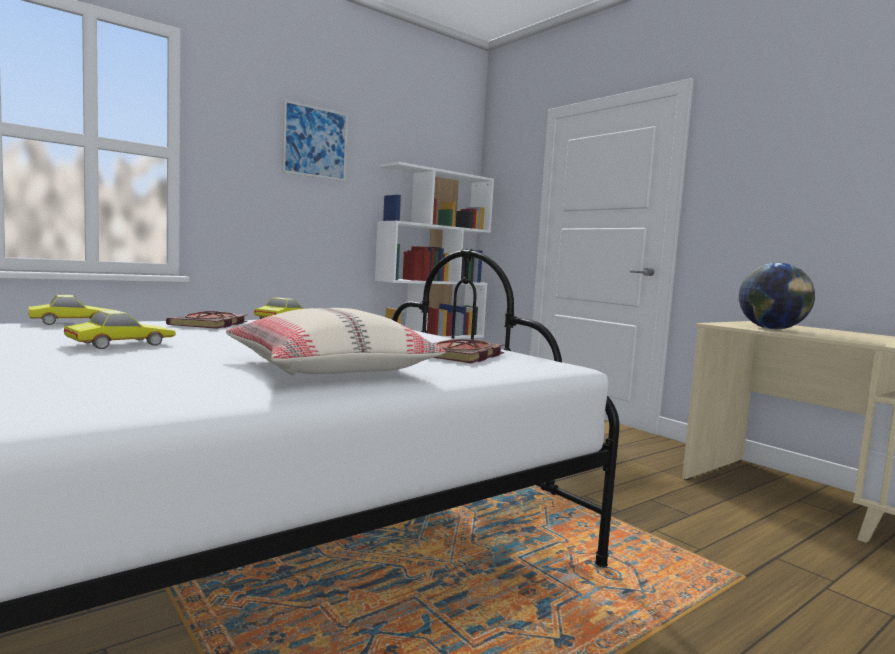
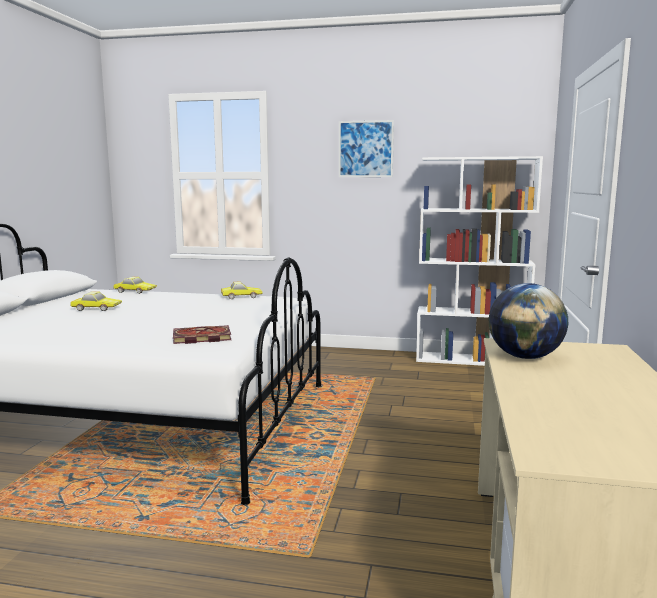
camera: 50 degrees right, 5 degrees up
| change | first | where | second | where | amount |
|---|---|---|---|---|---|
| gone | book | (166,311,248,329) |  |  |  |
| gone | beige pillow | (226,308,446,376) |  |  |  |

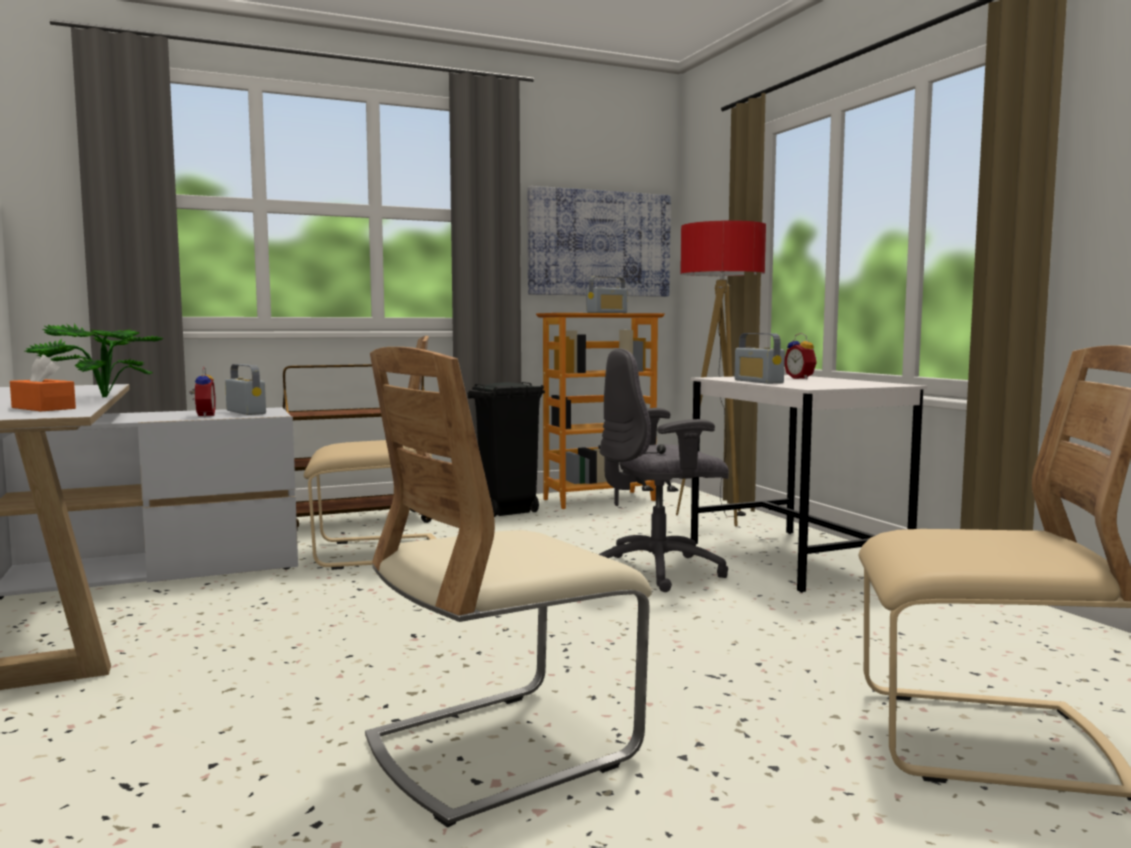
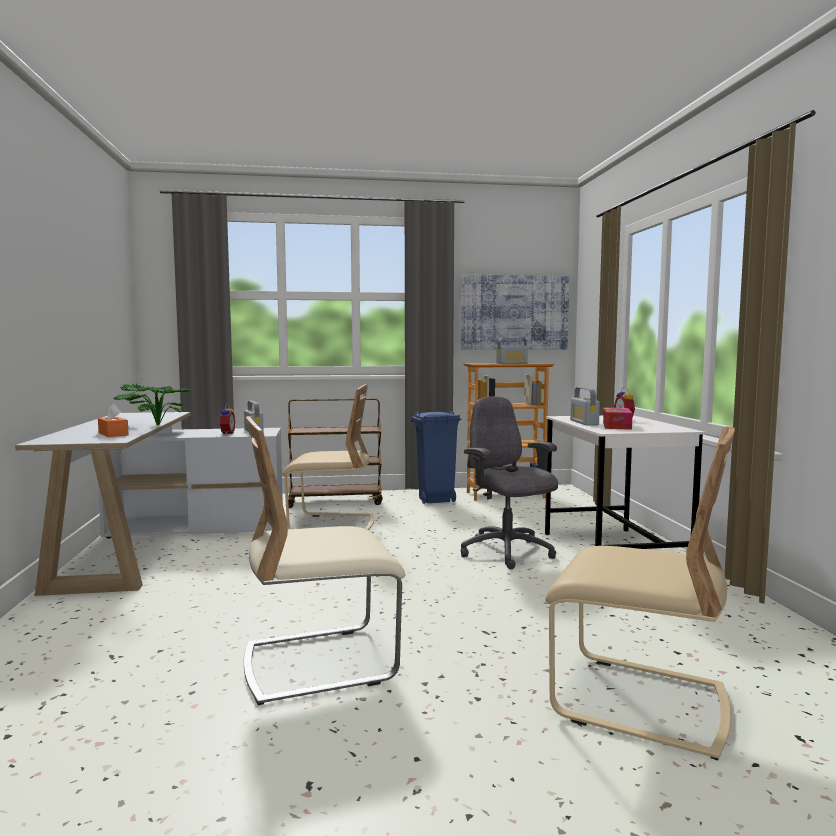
camera: 15 degrees right, 0 degrees up
| change | first | where | second | where | amount |
|---|---|---|---|---|---|
| repainted | black trash can | (468,382,545,517) | blue trash can | (411,411,461,504) |  |
| rotated | grey office chair | (598,348,729,592) |  | (461,396,558,569) | 60 degrees clockwise |
| new |  |  | tissue box | (603,408,633,430) |  |
| gone | floor lamp | (676,220,766,526) |  |  |  |

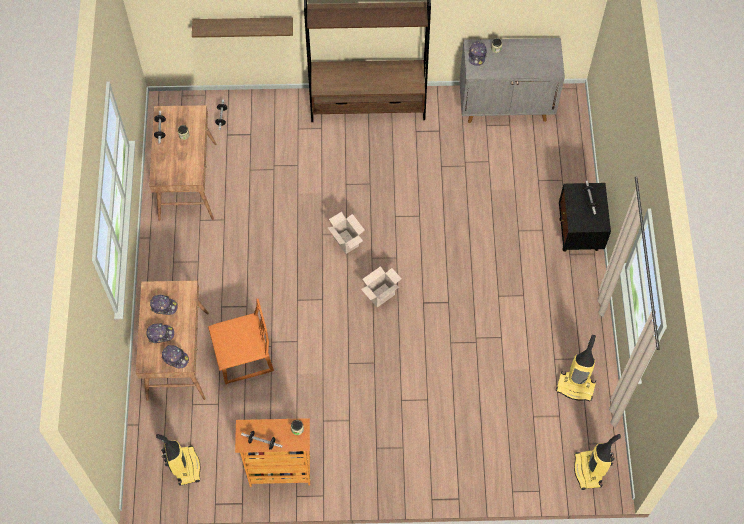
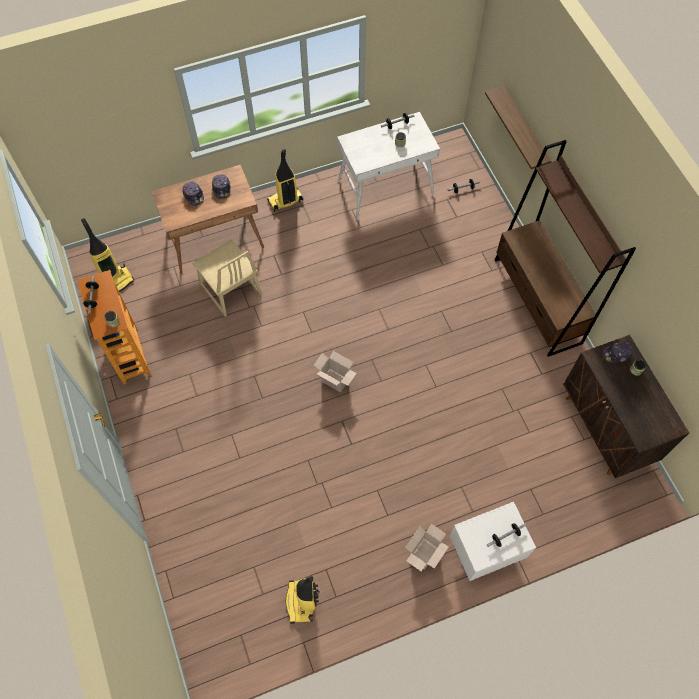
camera: 70 degrees right, 0 degrees up
| change | first | where | second | where | amount |
|---|---|---|---|---|---|
| repainted | orange chair | (208,299,274,384) | beige chair | (192,239,262,317) |  |
| shifted | vacuum cleaner | (574,434,621,490) |  | (267,149,303,212) |  |
| repainted | brown desk | (149,105,217,221) | white desk | (337,112,440,219) |  |
| shifted | cardboard box | (328,212,365,254) |  | (405,524,449,571) |  |
| repainted | black nightstand | (559,183,611,252) | white nightstand | (450,502,536,581) |  |
| repainted | grey cabinet | (460,38,565,123) | brown cabinet | (563,335,689,478) |  |
| gone | cap | (161,345,189,369) |  |  |  |

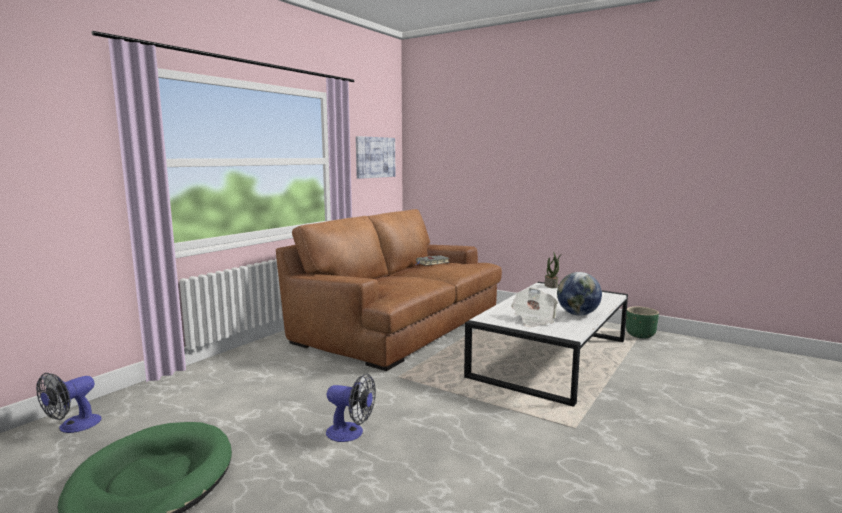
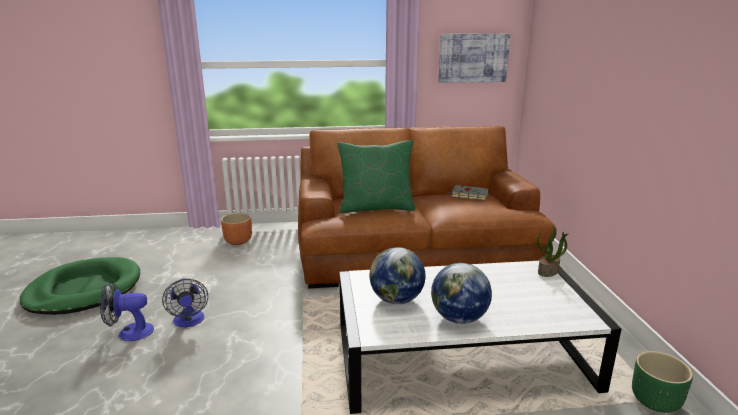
camera: 50 degrees right, 10 degrees up
| change | first | where | second | where | amount |
|---|---|---|---|---|---|
| shifted | fan | (36,373,101,433) |  | (100,282,154,341) |  |
| new |  |  | brown planter | (221,213,252,245) |  |
| new |  |  | green pillow | (337,140,415,213) |  |
| swapped | newspaper | (511,288,557,327) | globe | (369,247,426,304) |  |

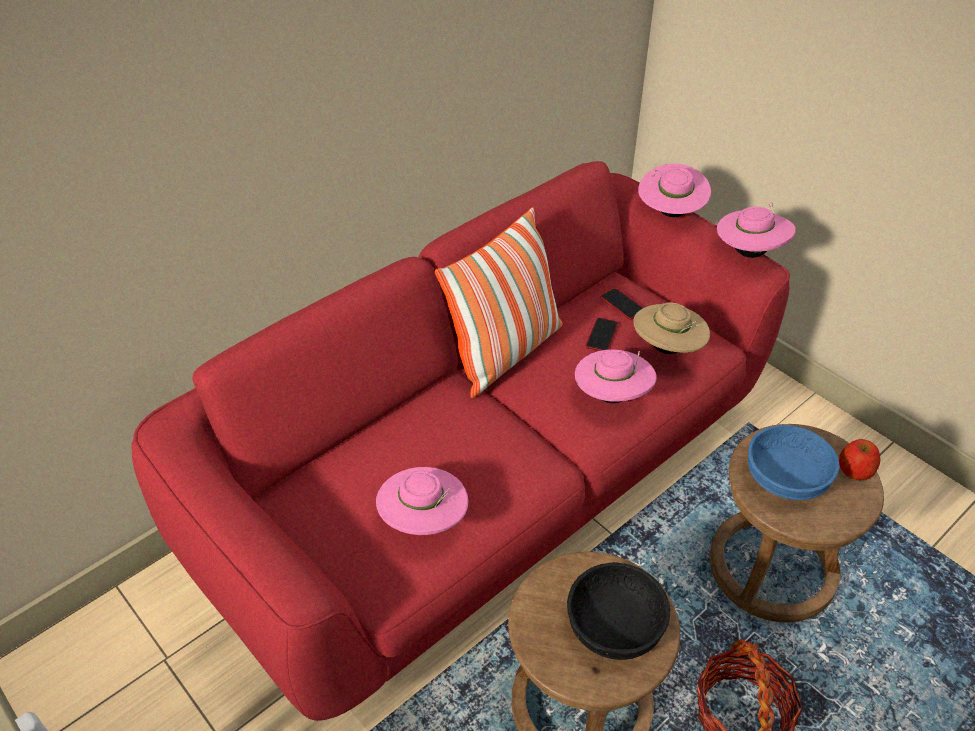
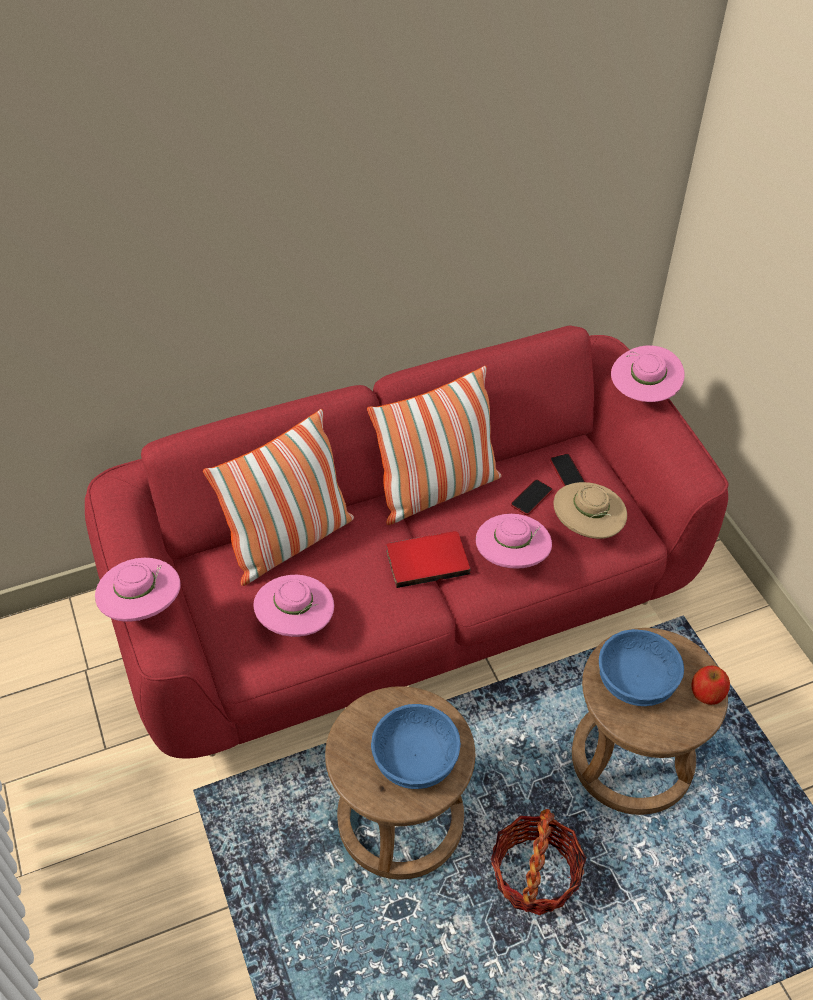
camera: 20 degrees right, 5 degrees up
| change | first | where | second | where | amount |
|---|---|---|---|---|---|
| shifted | pink hat | (717,202,796,258) |  | (95,558,181,622) |  |
| new |  |  | pillow | (203,409,354,586) |  |
| repainted | black bowl | (567,562,670,660) | blue bowl | (371,704,461,789) |  |
| new |  |  | red book | (386,531,471,588) |  |

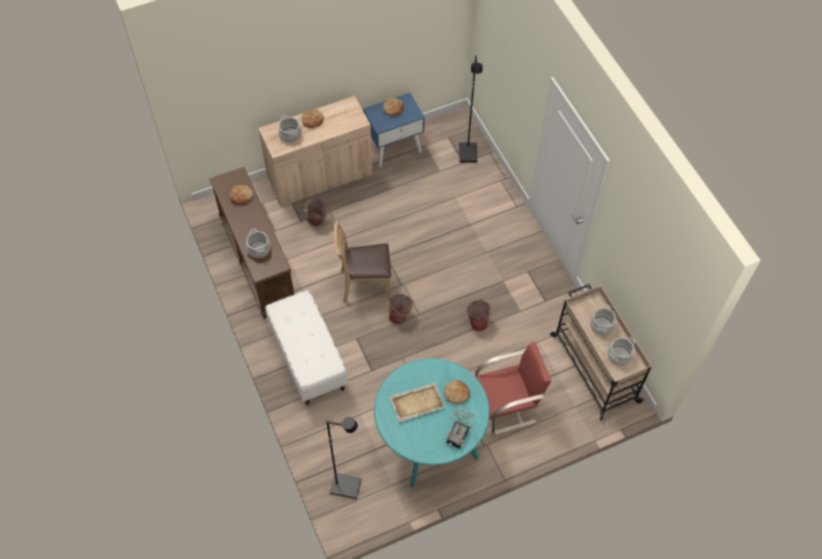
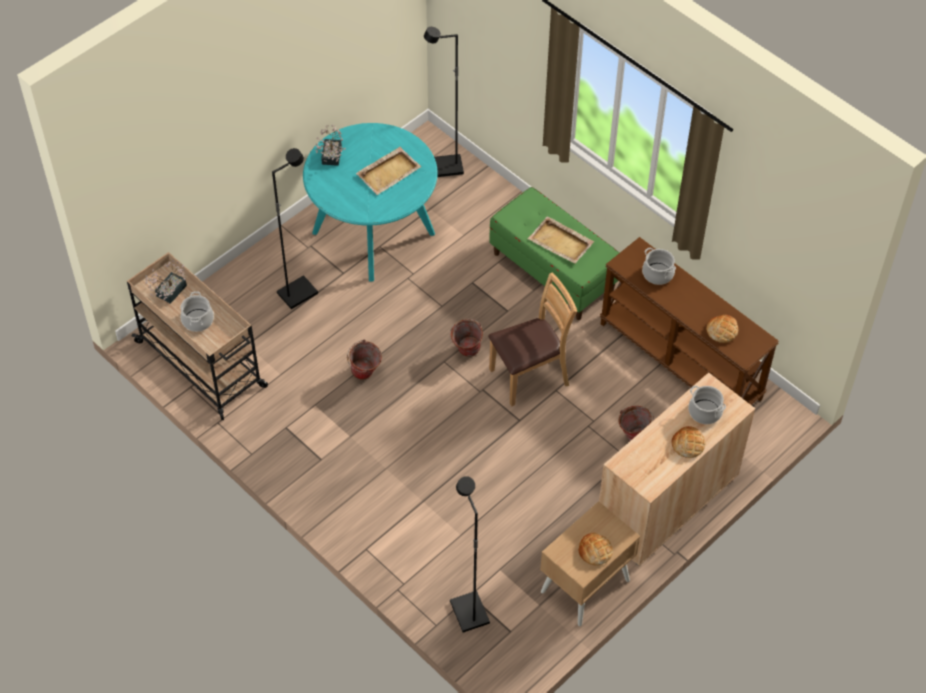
camera: 160 degrees right, 5 degrees down
| change | first | where | second | where | amount |
|---|---|---|---|---|---|
| swapped | cooking pot | (607,337,635,366) | potted plant | (145,260,187,304) |  |
| swapped | red chair | (475,342,551,435) | black floor lamp | (272,148,318,309) |  |
| repainted | white bench | (265,290,348,405) | green bench | (489,187,619,320) |  |
| new |  |  | beige tray | (528,216,594,264) |  |
| repainted | blue nightstand | (363,93,425,167) | beige nightstand | (540,501,640,626) |  |
| gone | bread | (444,380,470,404) |  |  |  |

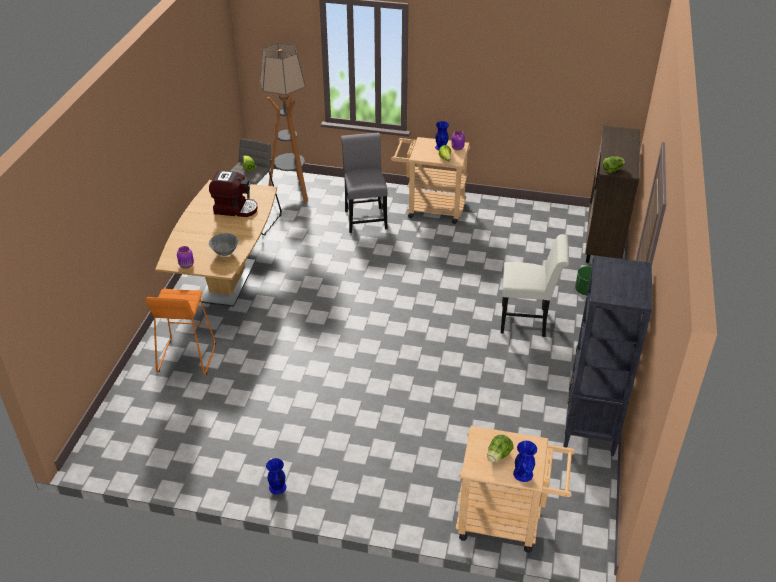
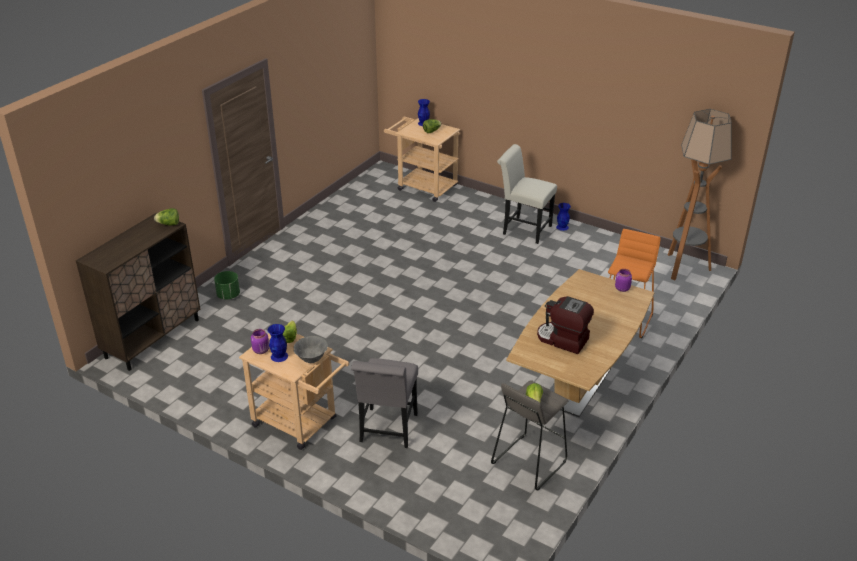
camera: 160 degrees left, 5 degrees down
| change | first | where | second | where | amount |
|---|---|---|---|---|---|
| shifted | grey bowl | (209,233,239,256) |  | (293,336,328,363) |  |
| shifted | white chair | (501,234,569,337) |  | (497,144,557,244) |  |
| shifted | floor lamp | (260,43,308,202) |  | (668,109,732,280) |  |
| gone | black bookcase | (564,255,652,456) |  |  |  |

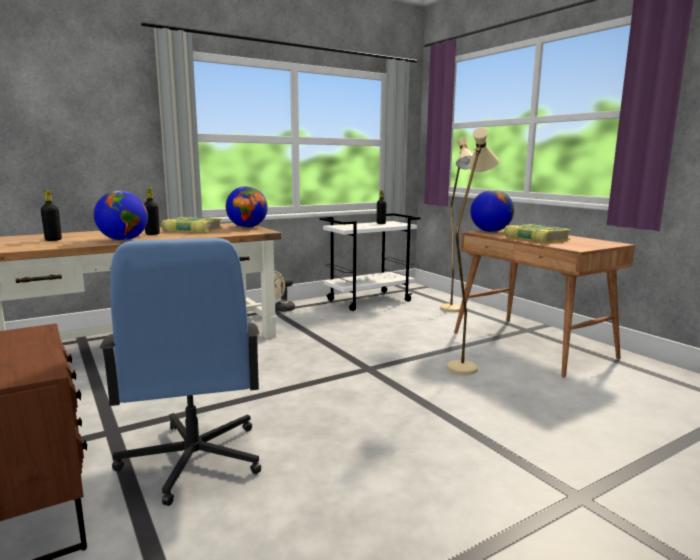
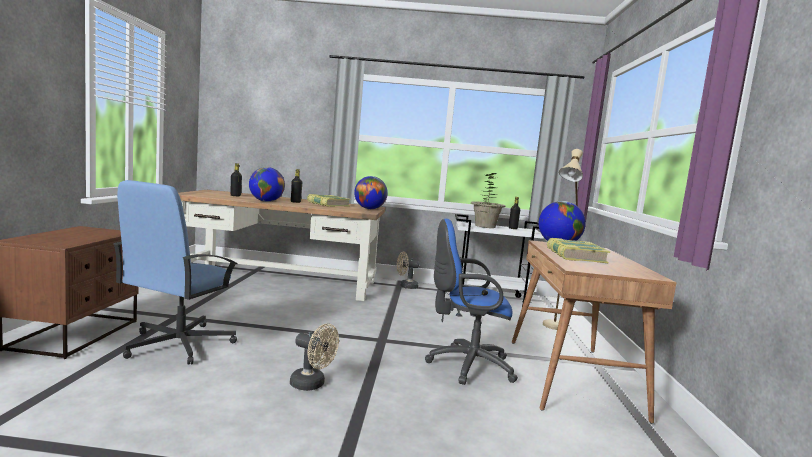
camera: 35 degrees right, 5 degrees down
| change | first | where | second | where | amount |
|---|---|---|---|---|---|
| new |  |  | beige fan | (290,324,339,391) |  |
| swapped | beige floor lamp | (447,128,499,375) | blue office chair | (425,219,518,385) |  |
| new |  |  | potted plant | (471,173,506,228) |  |

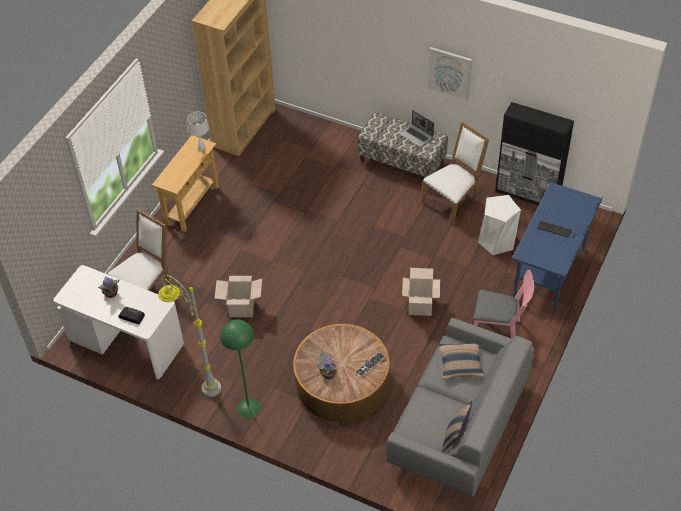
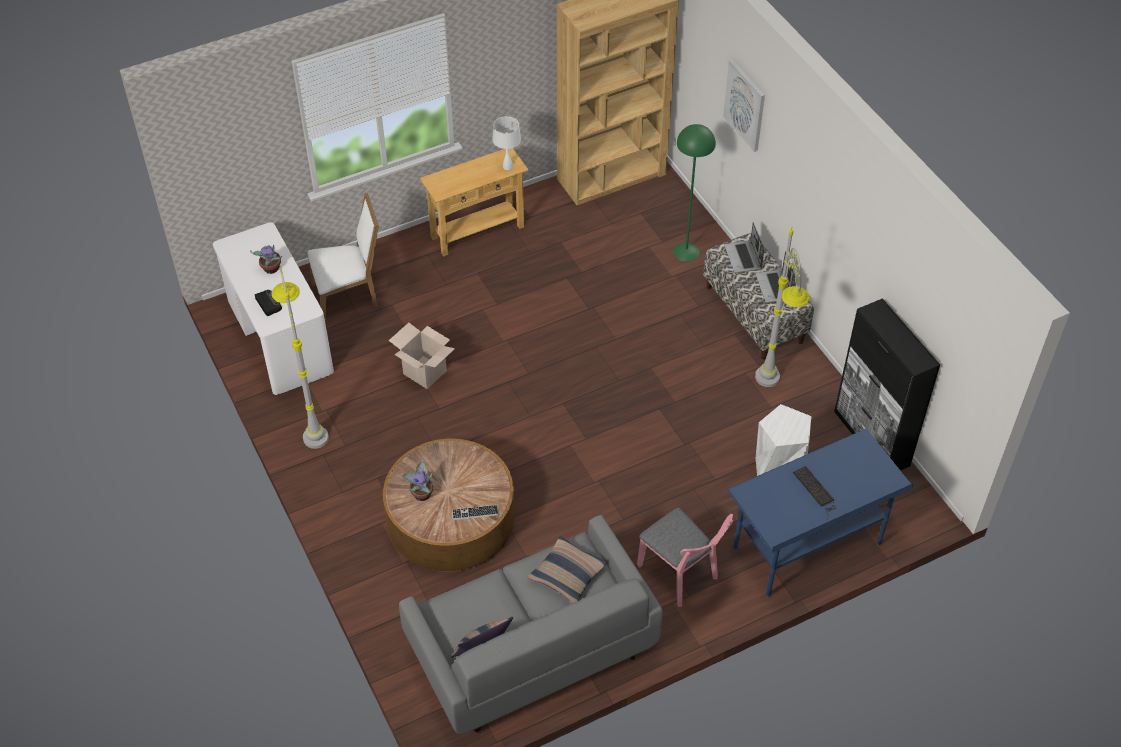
camera: 35 degrees right, 0 degrees up
| change | first | where | second | where | amount |
|---|---|---|---|---|---|
| shifted | green floor lamp | (220,319,260,418) |  | (673,124,716,262) |  |
| shifted | picture | (428,47,472,101) |  | (723,59,765,152) |  |
| new |  |  | laptop | (724,222,764,273) |  |
| swapped | white chair | (422,122,489,225) | grey floor lamp | (755,228,810,387) |  |
| gone | cardboard box | (402,268,440,316) |  |  |  |

